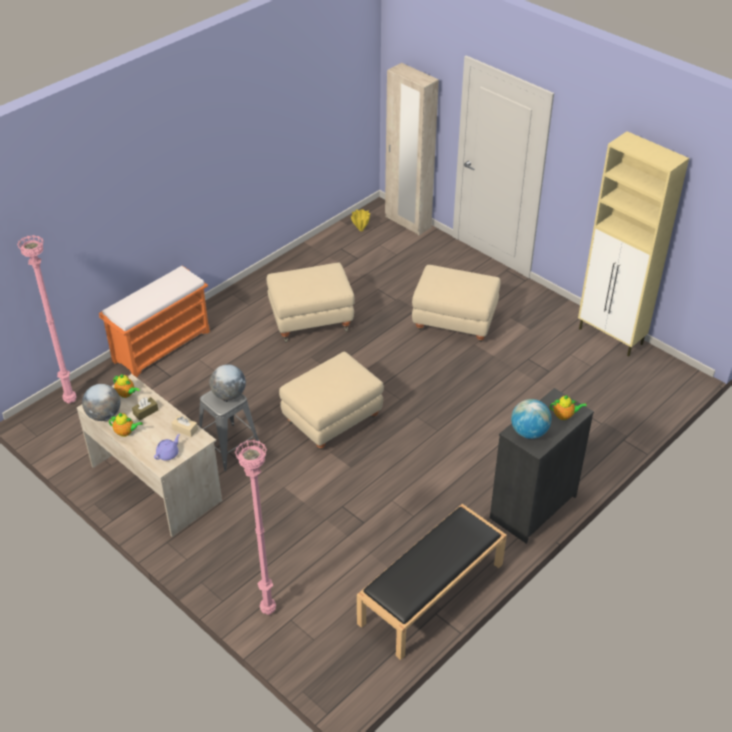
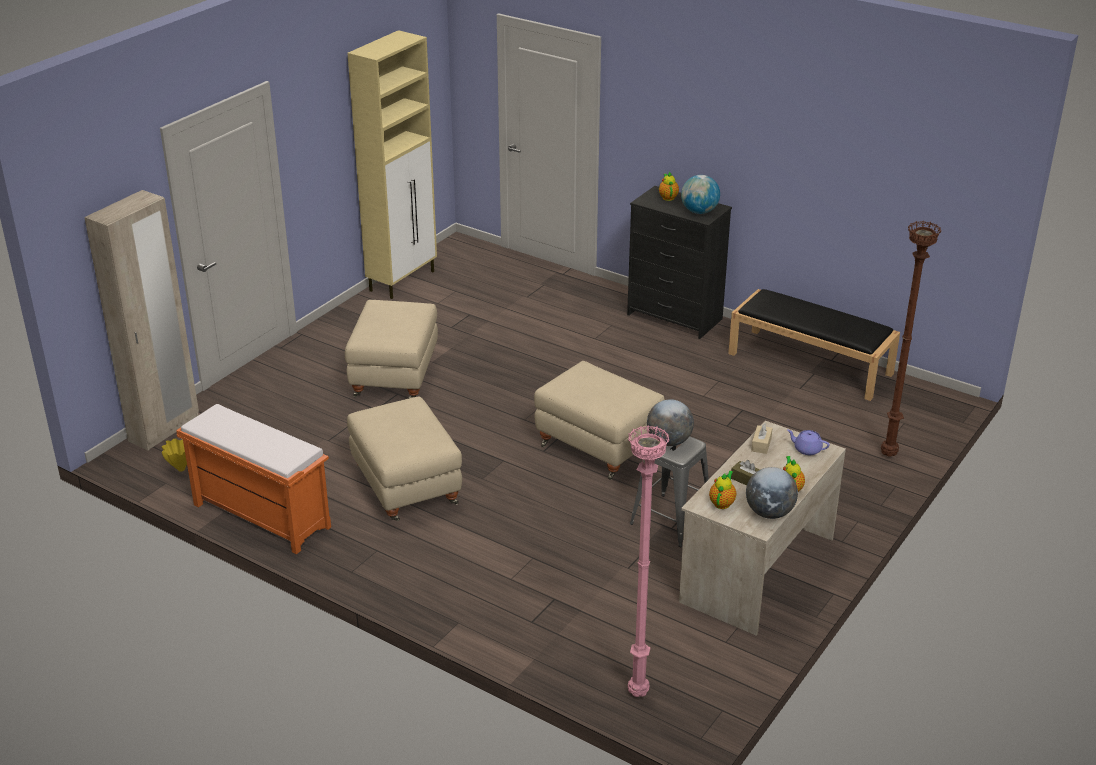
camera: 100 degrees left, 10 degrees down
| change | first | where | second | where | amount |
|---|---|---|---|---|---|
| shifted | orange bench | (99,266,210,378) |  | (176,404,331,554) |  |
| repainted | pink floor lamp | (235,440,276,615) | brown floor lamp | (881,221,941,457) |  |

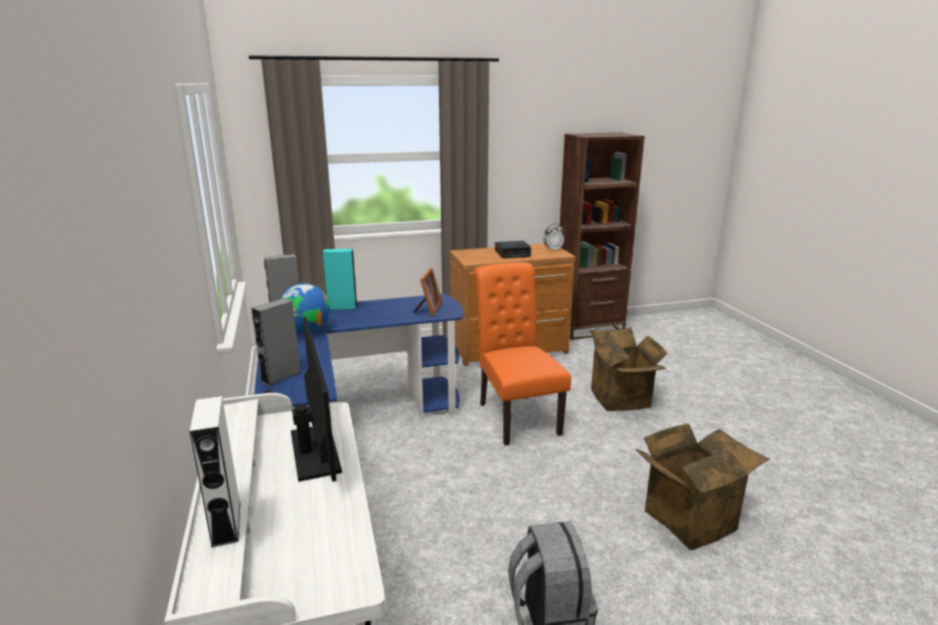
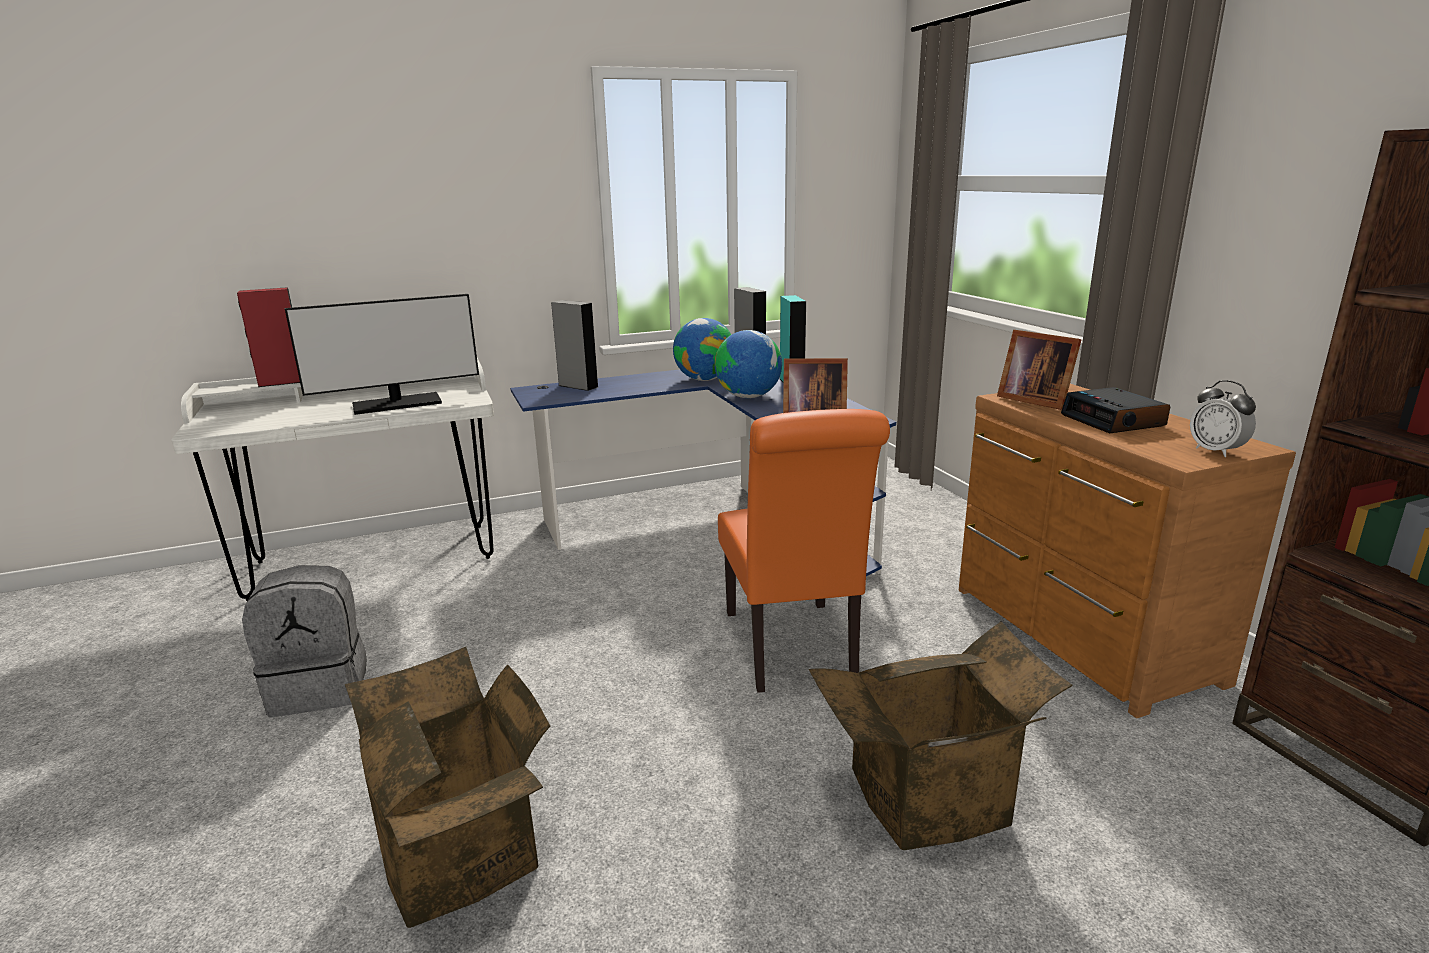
camera: 85 degrees right, 0 degrees up
| change | first | where | second | where | amount |
|---|---|---|---|---|---|
| repainted | white speaker | (190,396,240,548) | red speaker | (237,287,300,387) |  |
| new |  |  | globe | (715,330,782,398) |  |
| rotated | orange chair | (474,262,571,446) |  | (718,409,890,693) | 105 degrees clockwise |
| new |  |  | picture frame | (997,330,1081,410) |  |

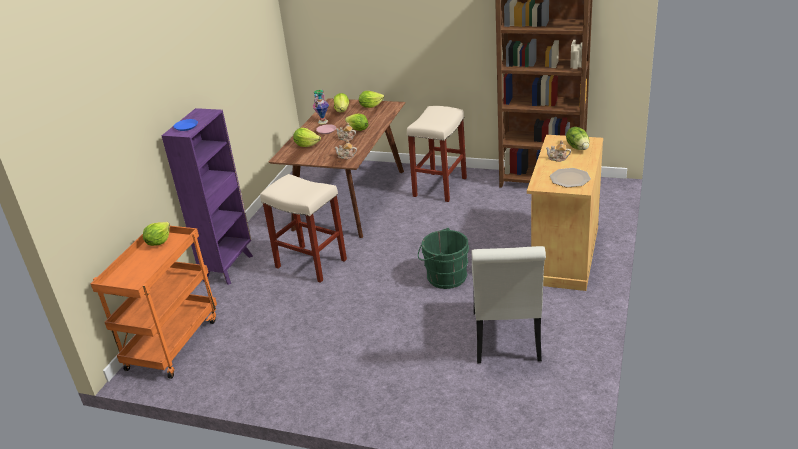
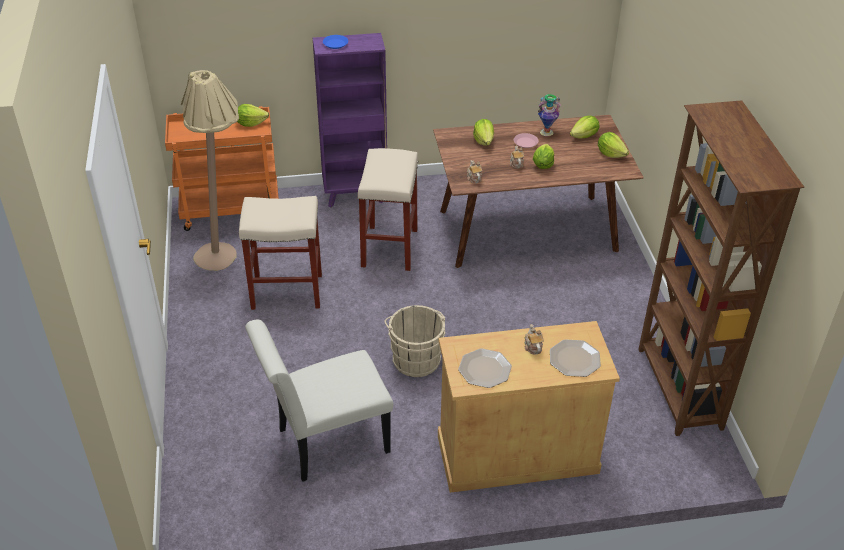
camera: 60 degrees right, 10 degrees up
| change | first | where | second | where | amount |
|---|---|---|---|---|---|
| new |  |  | beige floor lamp | (181,70,239,271) |  |
| shifted | beige stool | (407,106,467,202) |  | (239,196,322,310) |  |
| repainted | green bucket | (418,228,469,289) | beige bucket | (384,305,446,377) |  |
| swapped | lettuce | (566,127,589,150) | plate | (550,339,601,377) |  |

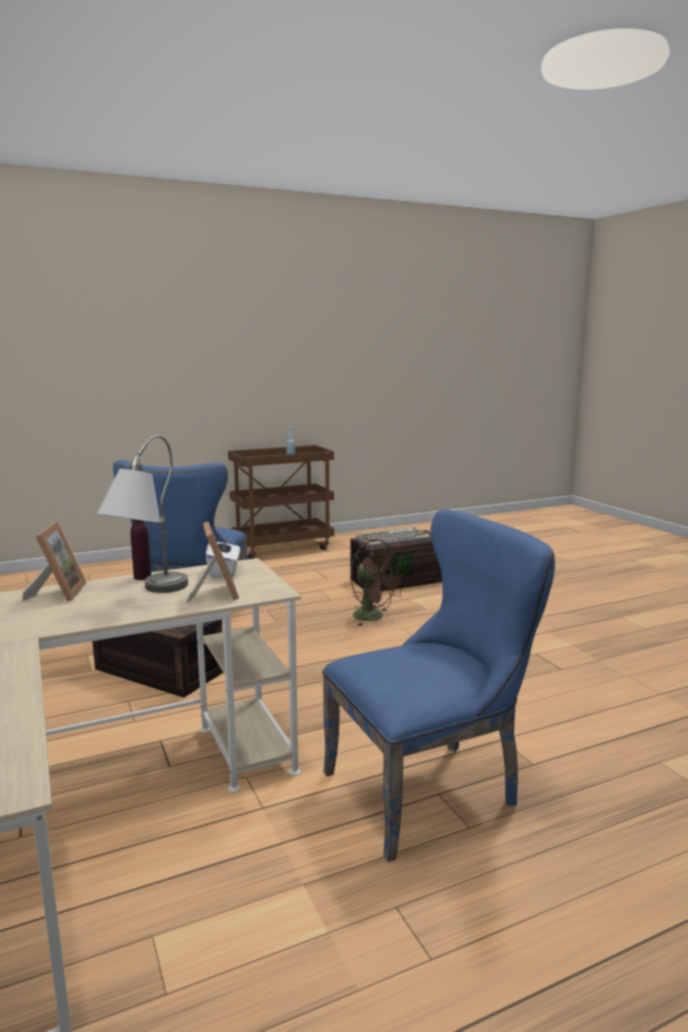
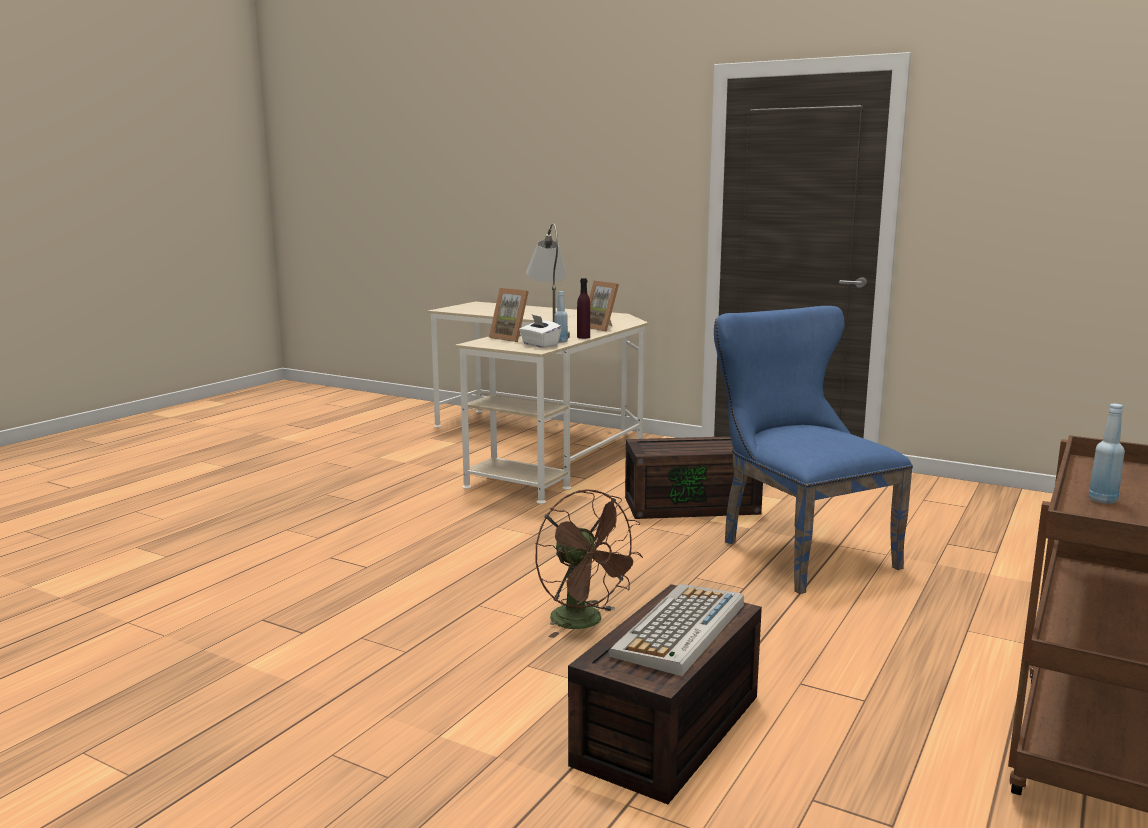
camera: 145 degrees right, 0 degrees up
| change | first | where | second | where | amount |
|---|---|---|---|---|---|
| rotated | brown fan | (351,539,406,626) |  | (535,489,643,638) | 135 degrees counterclockwise |
| new |  |  | blue bottle | (555,291,568,342) |  |
| gone | blue chair | (322,510,555,862) |  |  |  |

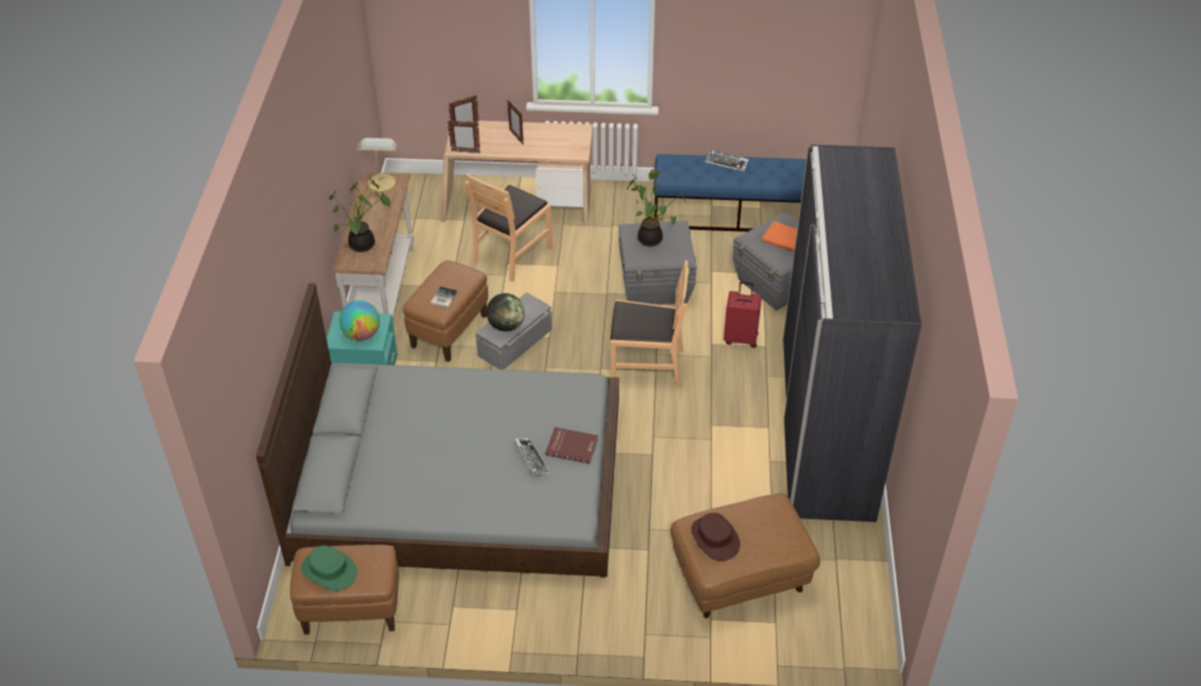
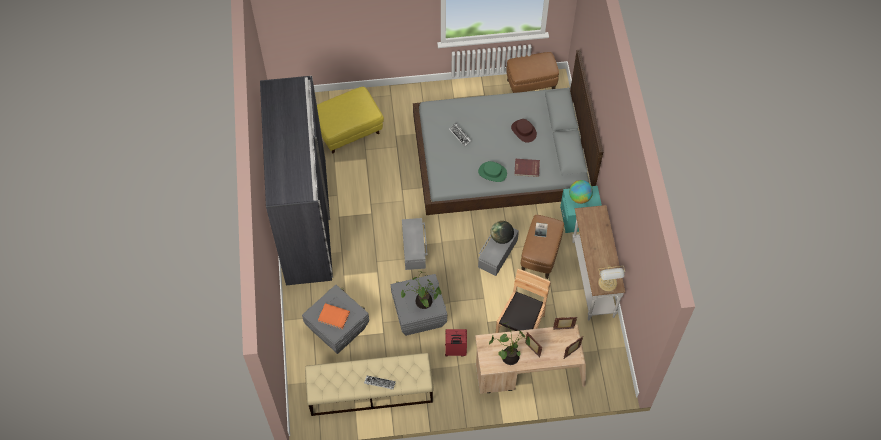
camera: 170 degrees right, 15 degrees up
| change | first | where | second | where | amount |
|---|---|---|---|---|---|
| repainted | blue bench | (653,154,806,232) | beige bench | (305,353,434,416) |  |
| repainted | brown ottoman | (670,493,820,618) | yellow ottoman | (317,87,384,153) |  |
| swapped | brown chair | (610,260,689,388) | grey storage box | (402,218,428,270) |  |
| shifted | red suitcase | (724,281,762,348) |  | (445,329,467,356) |  |
| shifted | green hat | (301,545,357,591) |  | (478,161,507,182) |  |
| shifted | potted plant | (329,178,391,252) |  | (489,322,530,365) |  |
| shifted | brown hat | (691,513,740,561) |  | (511,119,537,143) |  |
| shifted | red book | (545,427,598,464) |  | (514,159,540,177) |  |

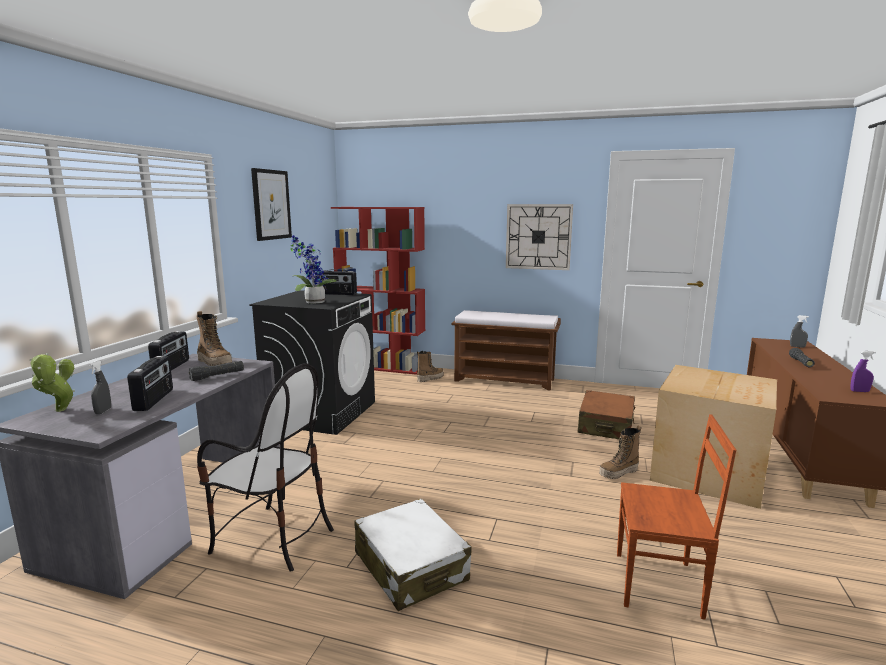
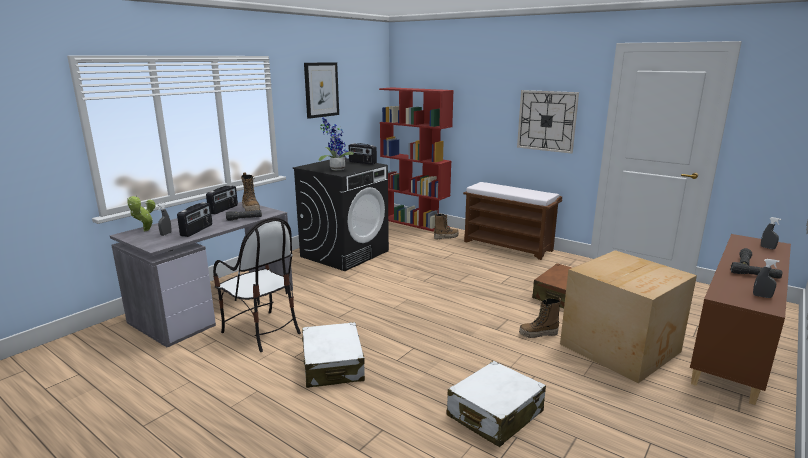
camera: 20 degrees right, 5 degrees up
| change | first | where | second | where | amount |
|---|---|---|---|---|---|
| swapped | brown chair | (617,414,736,620) | white suitcase | (447,361,546,447) |  |
| new |  |  | black flashlight | (730,262,782,279) |  |
| repainted | purple spray bottle | (850,351,876,392) | grey spray bottle | (753,259,780,298) |  |

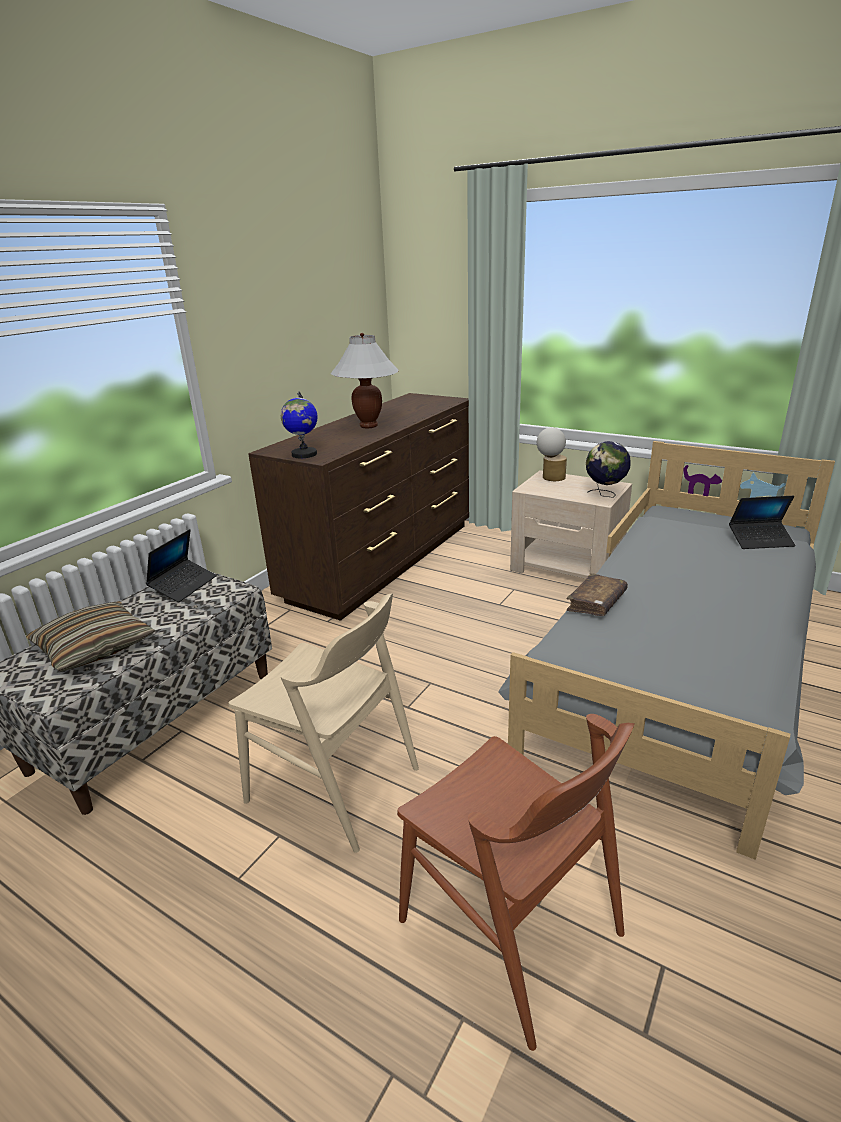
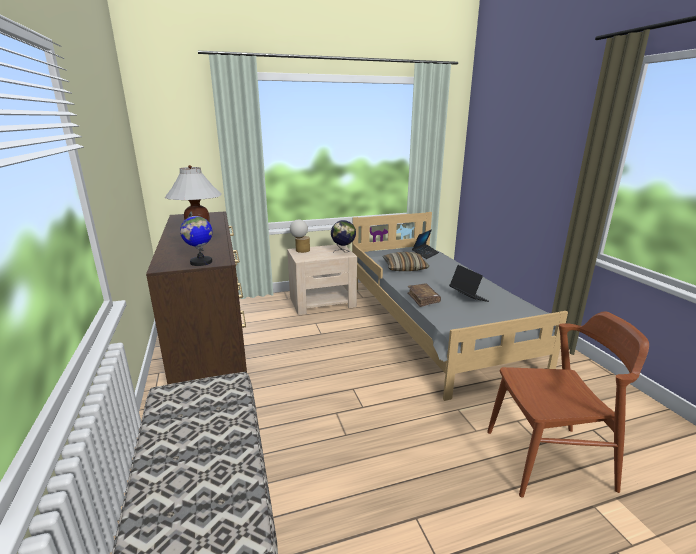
camera: 50 degrees left, 5 degrees down
| change | first | where | second | where | amount |
|---|---|---|---|---|---|
| shifted | pillow | (26,601,155,672) |  | (383,252,429,271) |  |
| shifted | laptop | (146,529,217,602) |  | (449,265,489,302) |  |
| gone | beige chair | (229,594,419,853) |  |  |  |

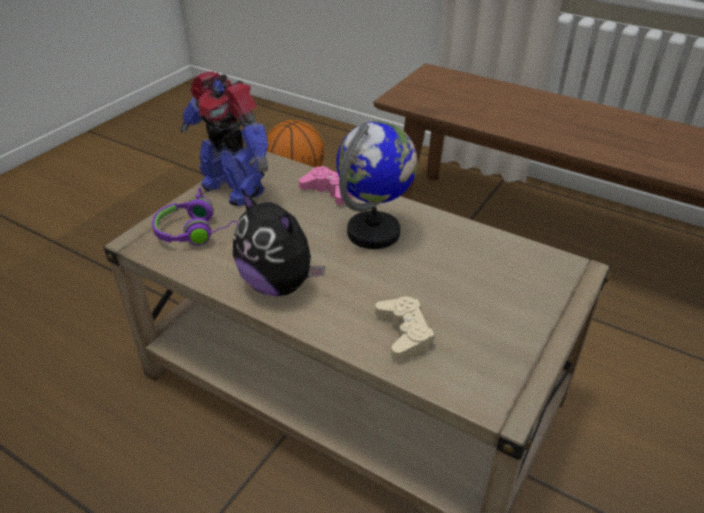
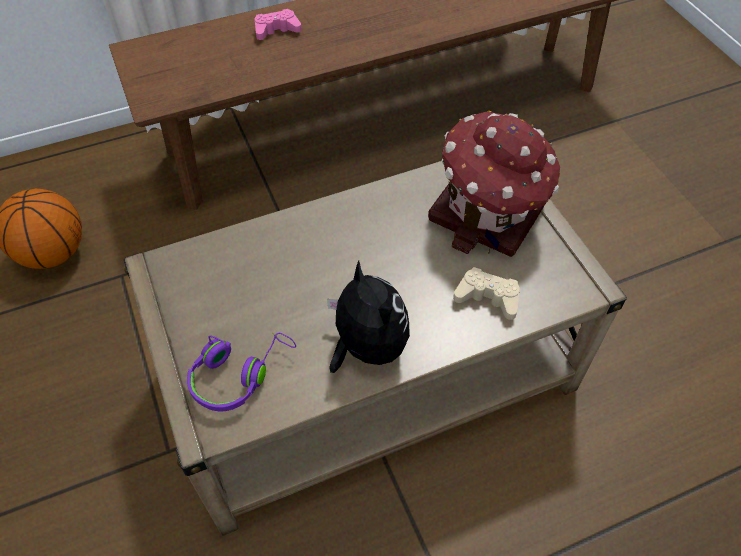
camera: 55 degrees left, 15 degrees up
| change | first | where | second | where | amount |
|---|---|---|---|---|---|
| shifted | pink game controller | (299,166,353,205) |  | (255,9,302,40) |  |
| rotated | plush toy | (233,189,326,296) |  | (327,260,410,373) | 105 degrees counterclockwise |
| new |  |  | toy house | (428,110,560,257) |  |
| gone | toy robot | (180,71,269,207) |  |  |  |
| gone | globe | (336,121,418,249) |  |  |  |

